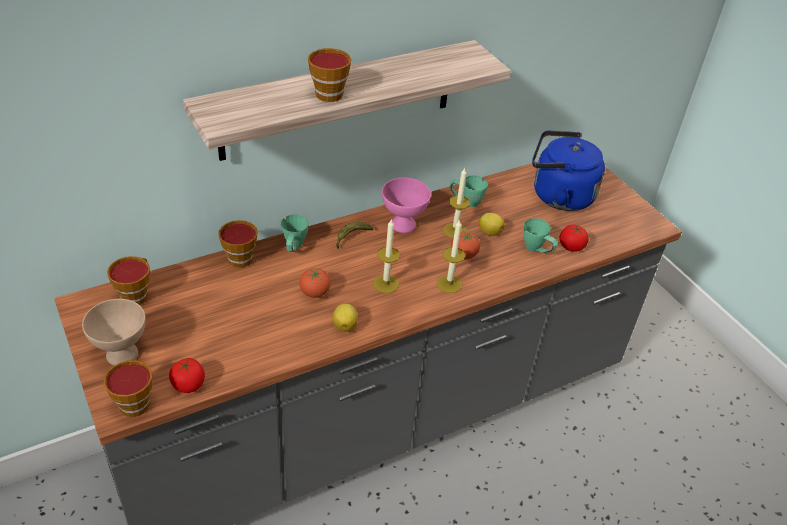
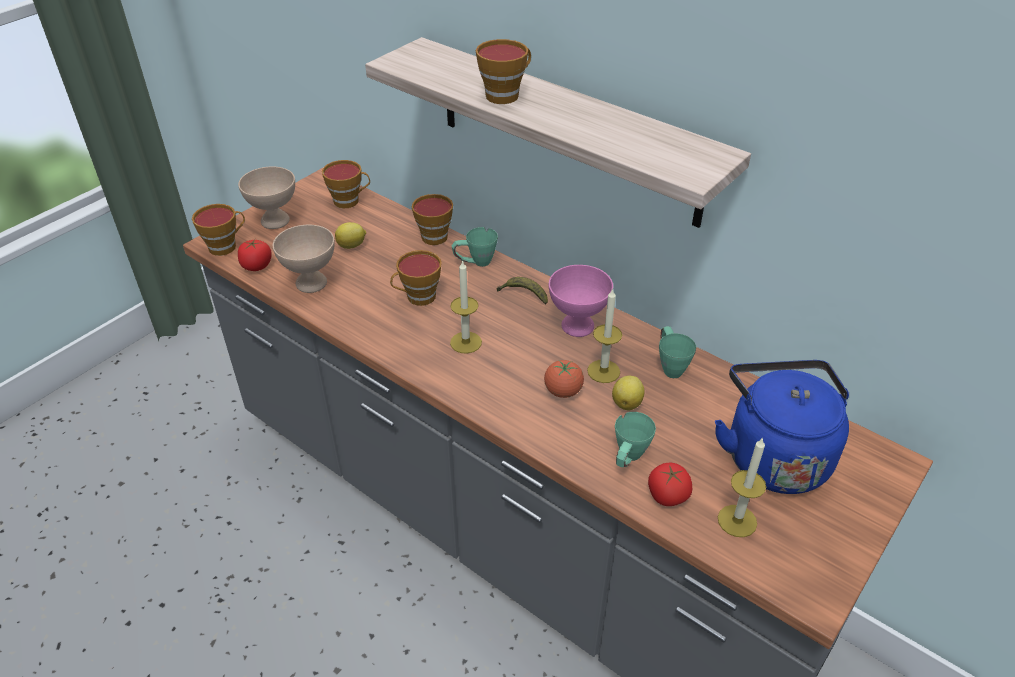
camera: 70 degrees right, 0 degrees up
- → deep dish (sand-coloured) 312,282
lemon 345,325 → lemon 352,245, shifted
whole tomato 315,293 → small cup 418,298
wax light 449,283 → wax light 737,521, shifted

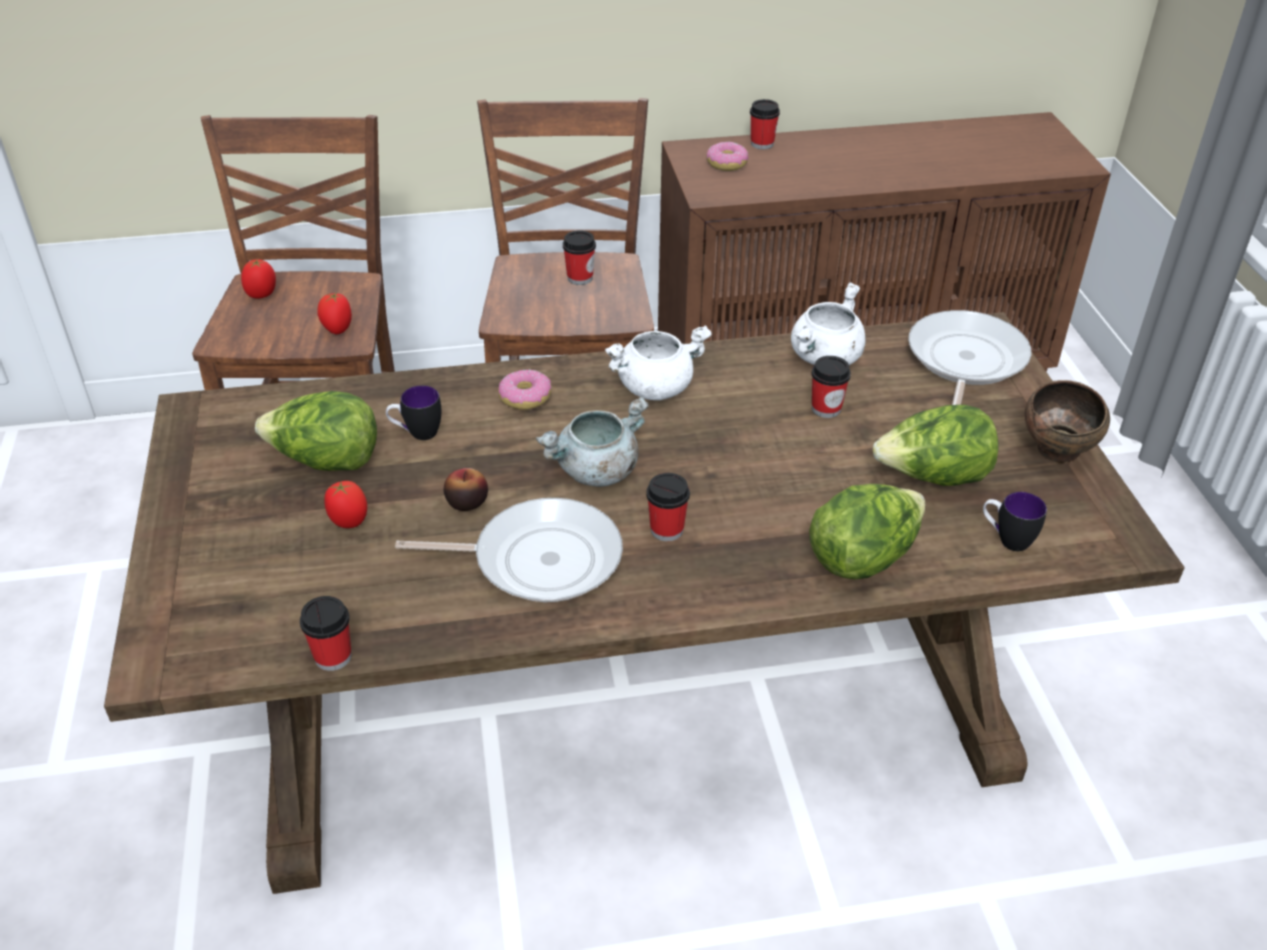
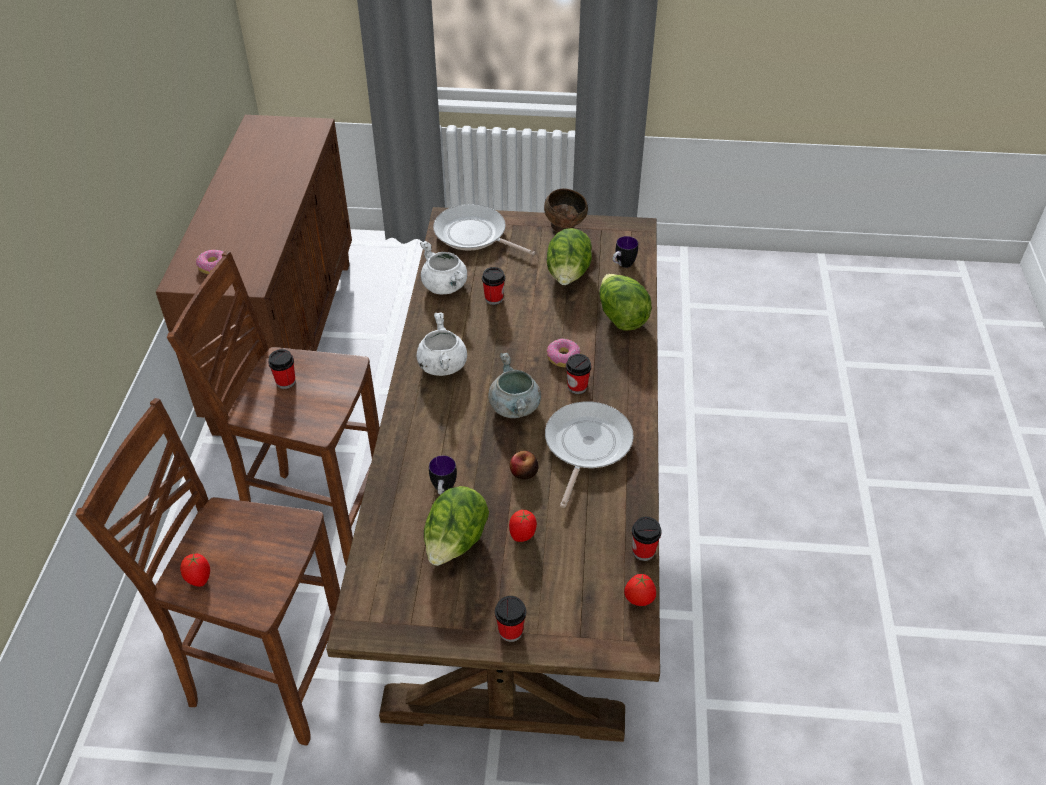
camera: 75 degrees left, 5 degrees up
small cup 762,144 → small cup 510,631, shifted
doughnut 525,397 → doughnut 563,357, shifted
whole tomato 337,329 → whole tomato 639,600, shifted

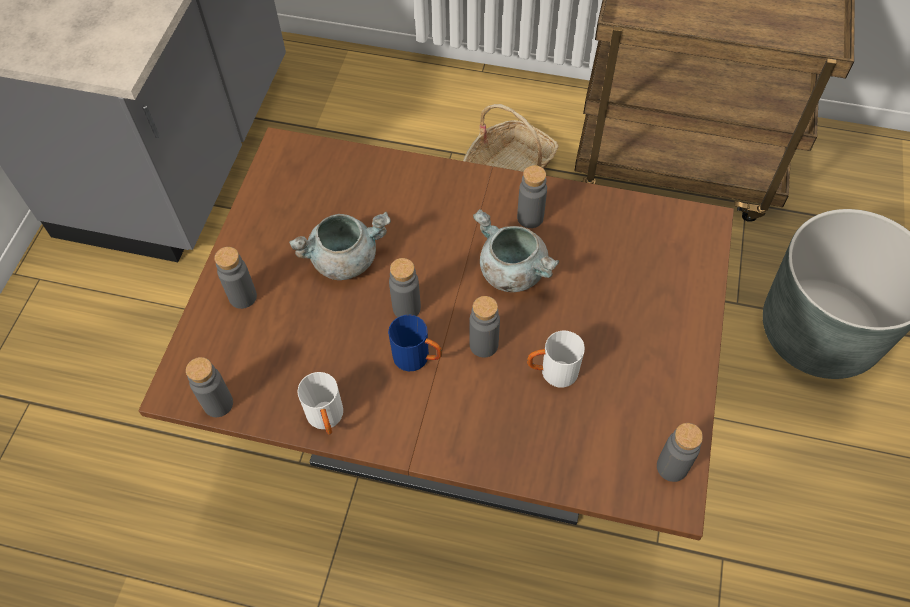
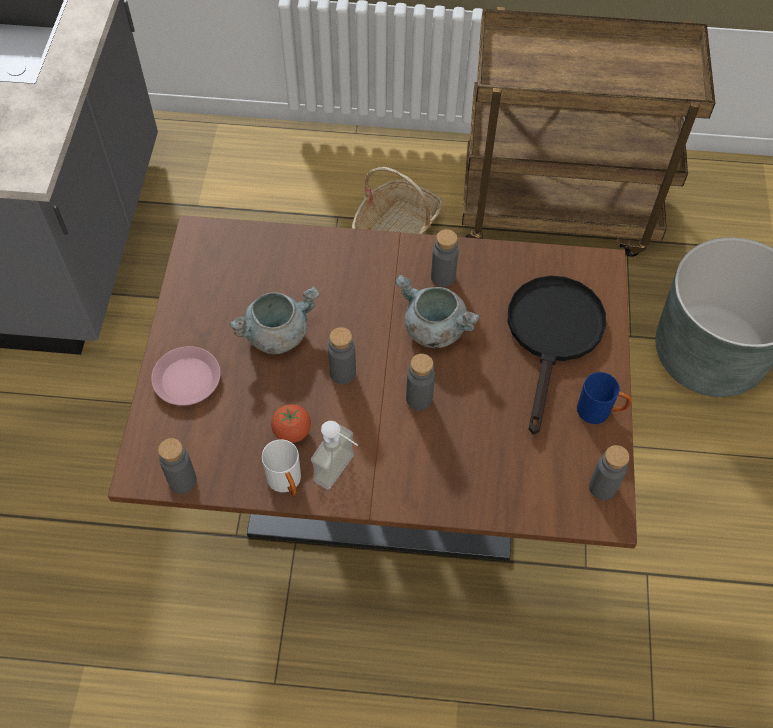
camera: 10 degrees left, 0 degrees up
bottle (grey) 243,297 → plate (pink-coloured) 187,379
- → whole tomato 292,432
- → soap dispenser 342,473
- → skillet (blackish) 553,336
coffee mug (bluish) 418,358 → coffee mug (bluish) 600,411, shifted
coffee mug (white-coloured) 552,372 → -

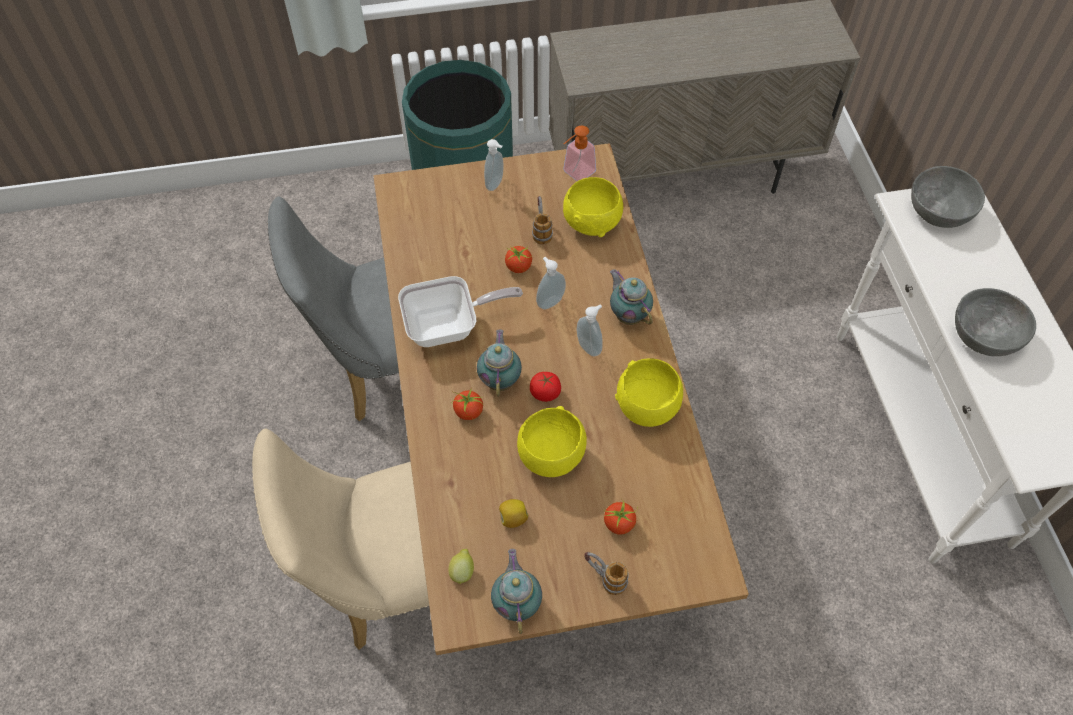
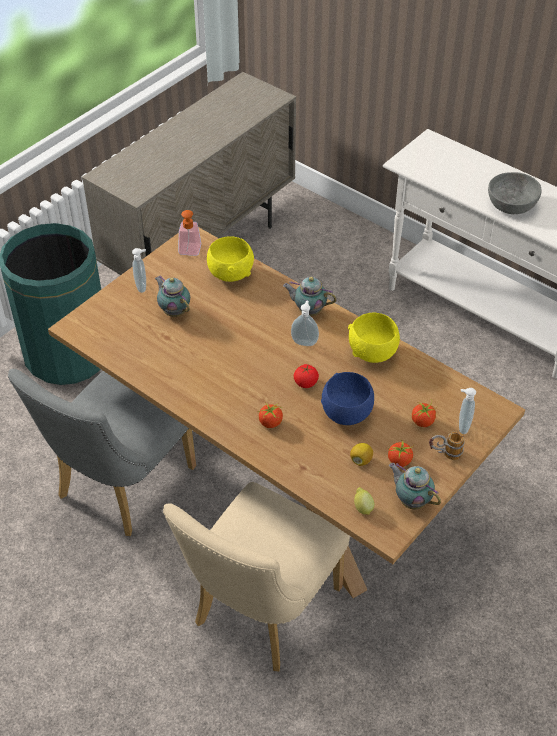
camera: 40 degrees left, 10 degrees down
teapot 500,379 → teapot 174,311, shifted
deep dish (yellowish) 551,457 → deep dish (bluish) 347,414
whole tomato 519,267 → whole tomato 399,461, shifted
soap dispenser 549,301 → soap dispenser 462,426, shifted
skillet 449,327 → -
coffee mug 541,230 → -
deep dish (grey) 939,210 → -

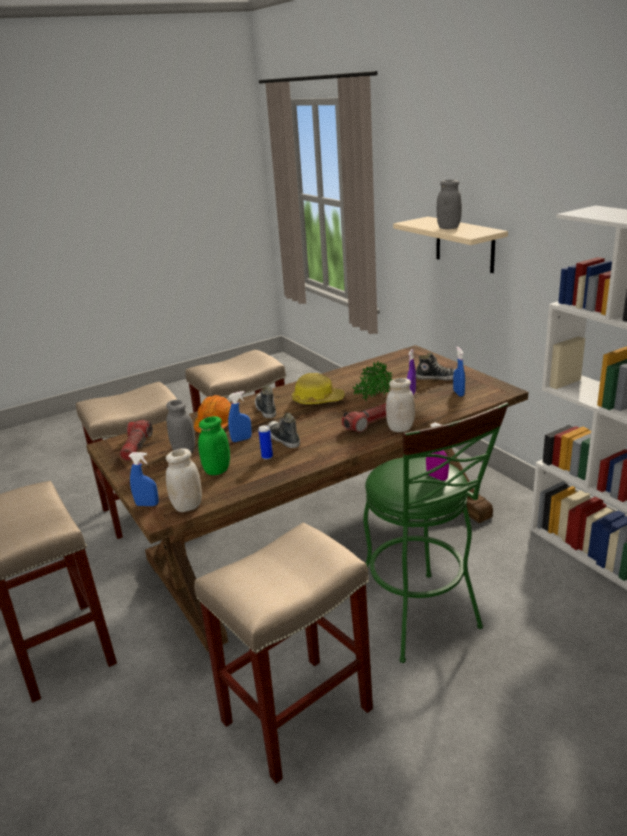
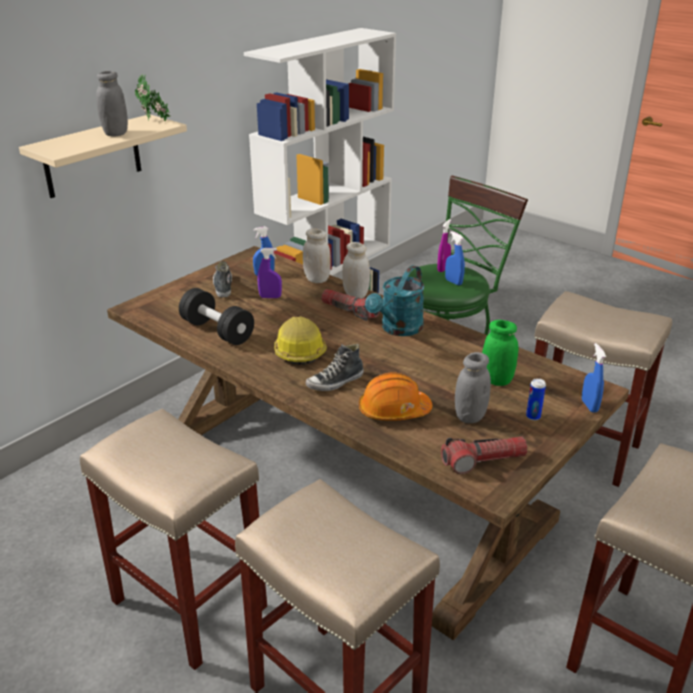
camera: 110 degrees left, 5 degrees up
houseplant 372,398 → houseplant 154,121, shifted
- → free weight (blackish) 217,331
preserve jar (white-coloured) 187,506 → preserve jar (white-coloured) 317,279, shifted
- → sprinkling can (turquoise-coloured) 398,329
hand sprayer (bluish) 241,439 → hand sprayer (bluish) 453,282, shifted
sealed can 267,457 → sealed can 533,416, shifted
low shoe 283,439 → -

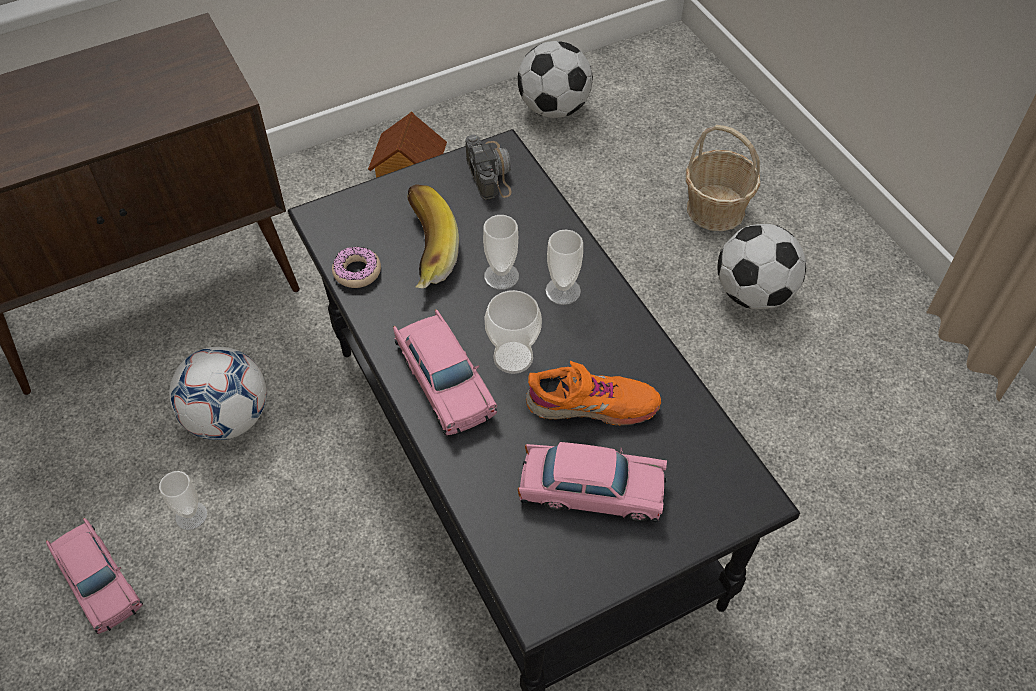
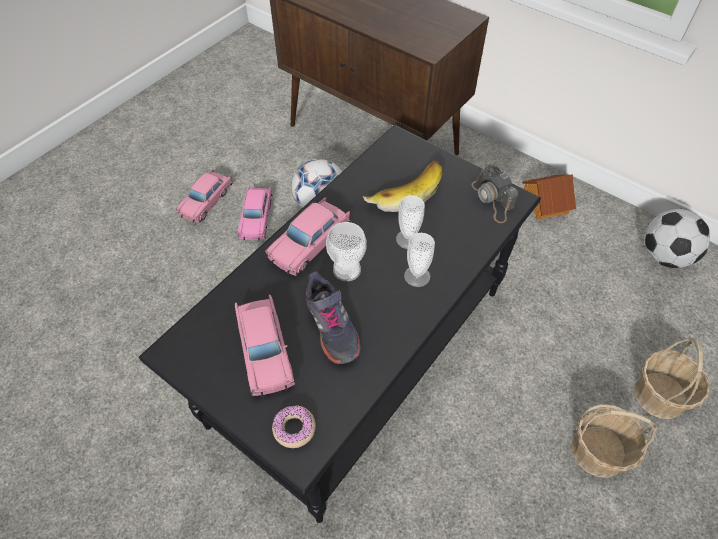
camera: 65 degrees right, 0 degrees up
small cup 191,515 → model car (pink-coloured) 256,218
doughnut 357,272 → doughnut 294,428, shifted
low shoe (orangey) 592,405 → low shoe (grey) 331,327
photo camera 490,170 → photo camera 493,199, 105 degrees clockwise
football ball 753,293 → storage basket 598,451

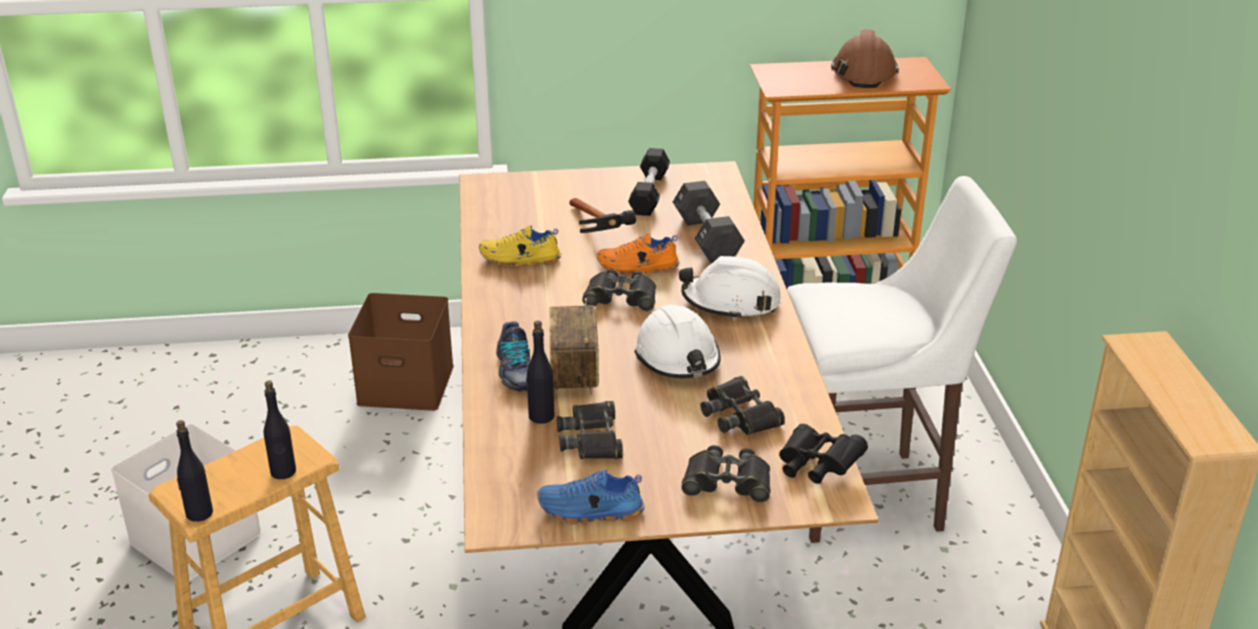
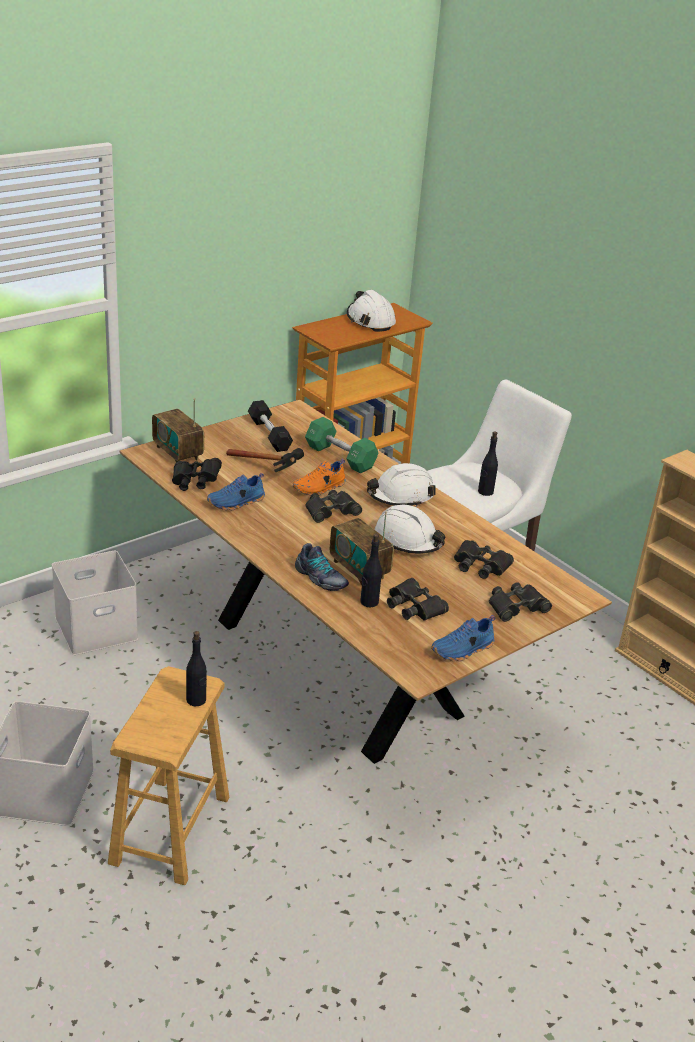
camera: 35 degrees left, 0 degrees up
storage bin (brown) 408,384 → storage bin (white-coloured) 97,627
- → radio set 178,453
pair of binoculars (blackish) 816,467 → pair of binoculars (blackish) 195,483, shifted
low shoe (yellowish) 520,260 → low shoe (bluish) 236,503
free weight (blackish) 707,238 → free weight (greenish) 340,457
safety helmet (brown) 863,73 → safety helmet (white-coloured) 370,320
bottle (blackish) 199,513 → bottle (blackish) 485,492, shifted

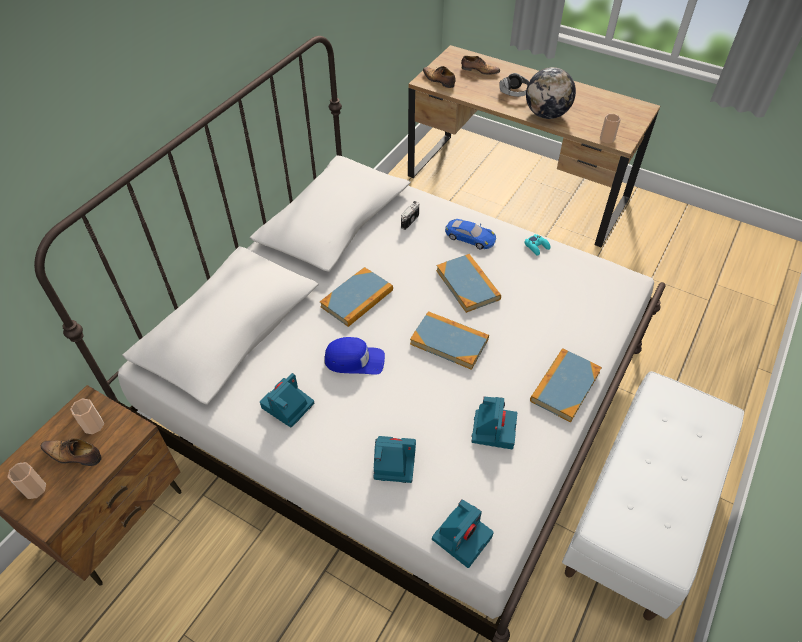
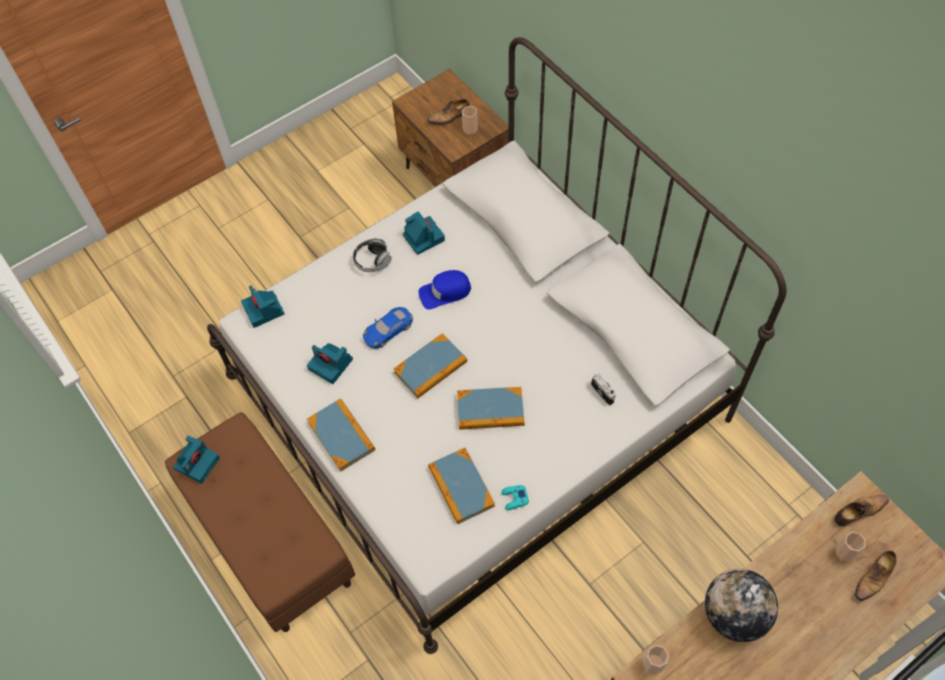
camera: 115 degrees right, 10 degrees up
indoor bench (white-coloured) 638,511 → indoor bench (brown) 272,538
photo camera 393,462 → photo camera 197,462, shifted
pair of headphones 514,93 → pair of headphones 372,261, shifted
model car (bluish) 470,237 → model car (bluish) 388,330, shifted
peaked cap (bluish) 354,360 → peaked cap (bluish) 445,292, 45 degrees clockwise
low shoe 74,455 → low shoe 450,117, 150 degrees counterclockwise
book 357,299 → book 461,487, shifted
small cup 35,489 → small cup 845,552, shifted

